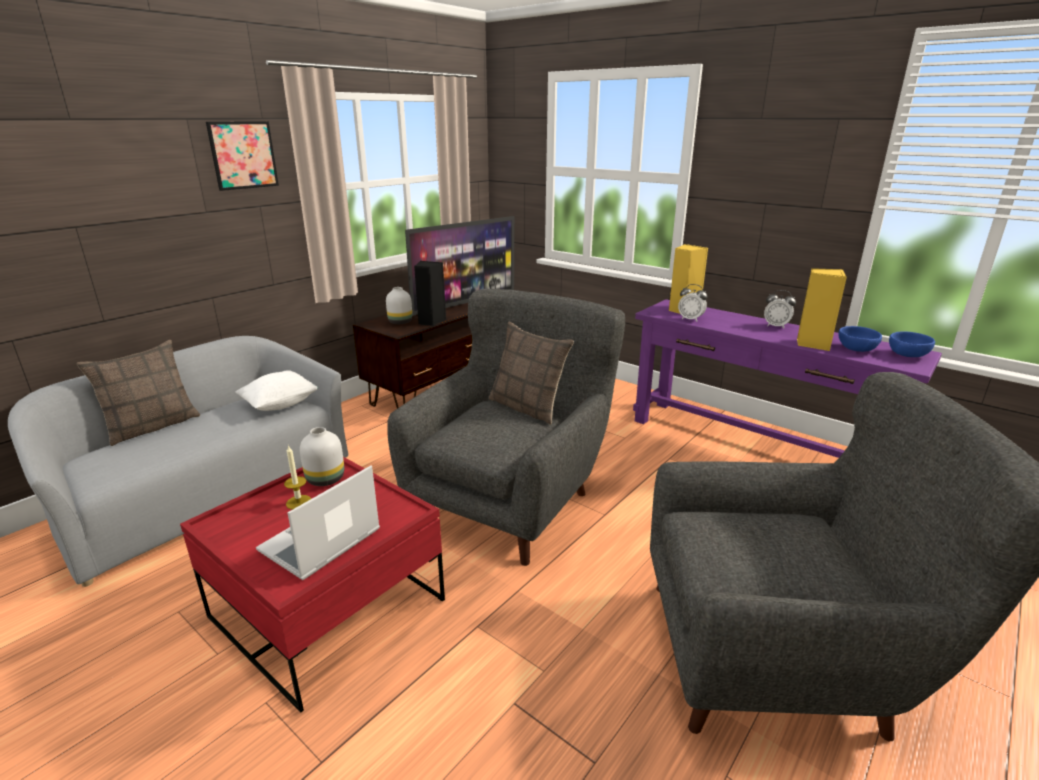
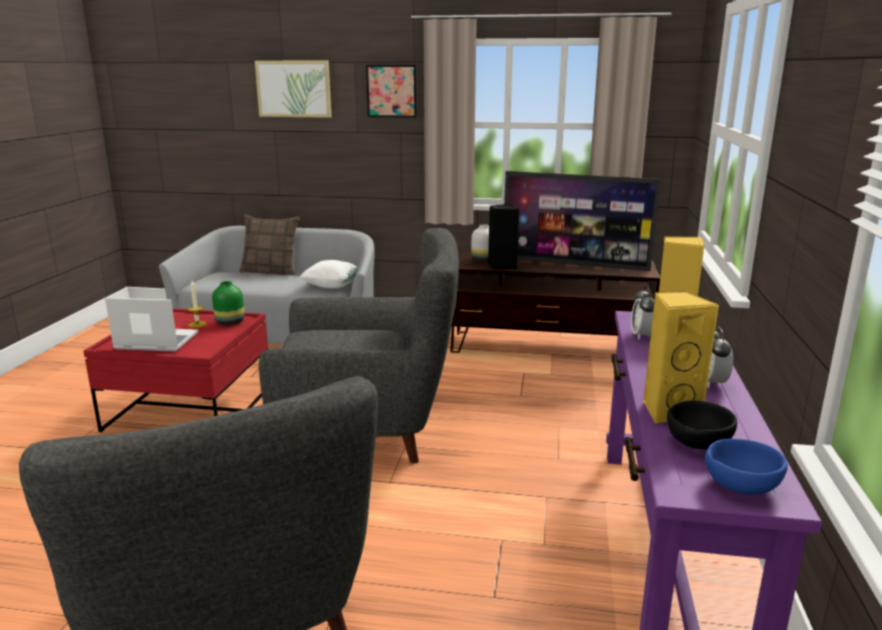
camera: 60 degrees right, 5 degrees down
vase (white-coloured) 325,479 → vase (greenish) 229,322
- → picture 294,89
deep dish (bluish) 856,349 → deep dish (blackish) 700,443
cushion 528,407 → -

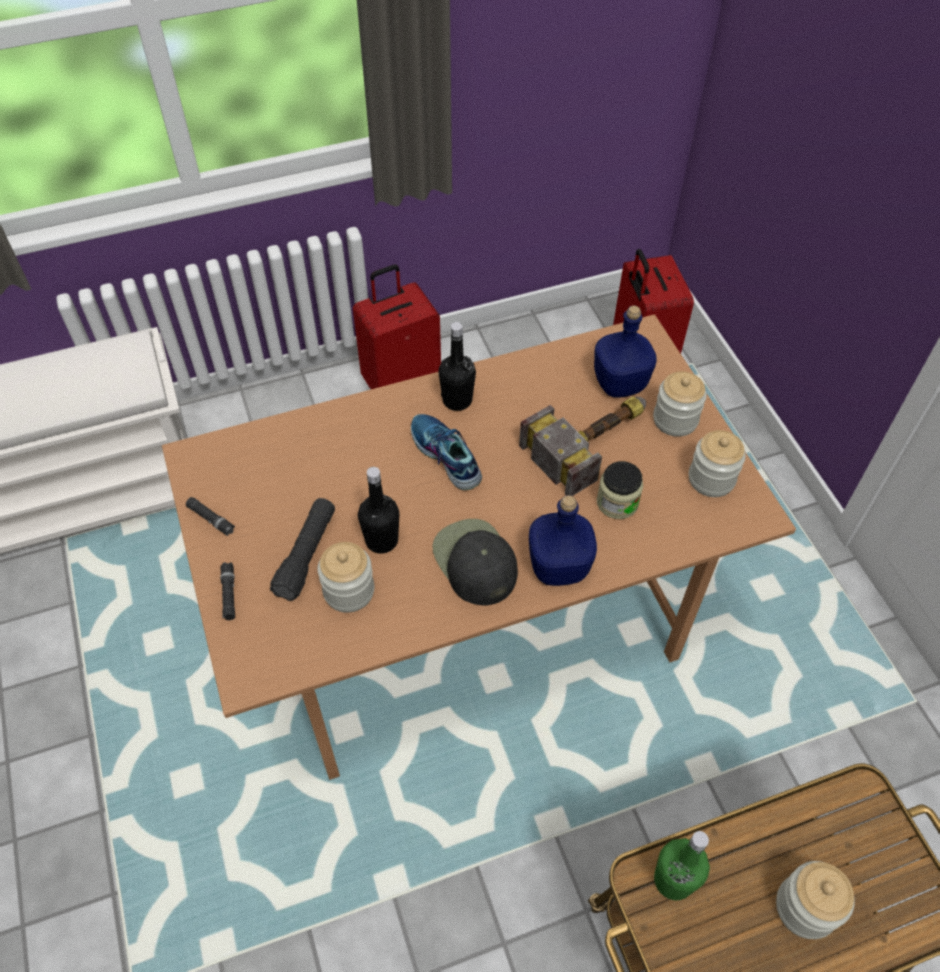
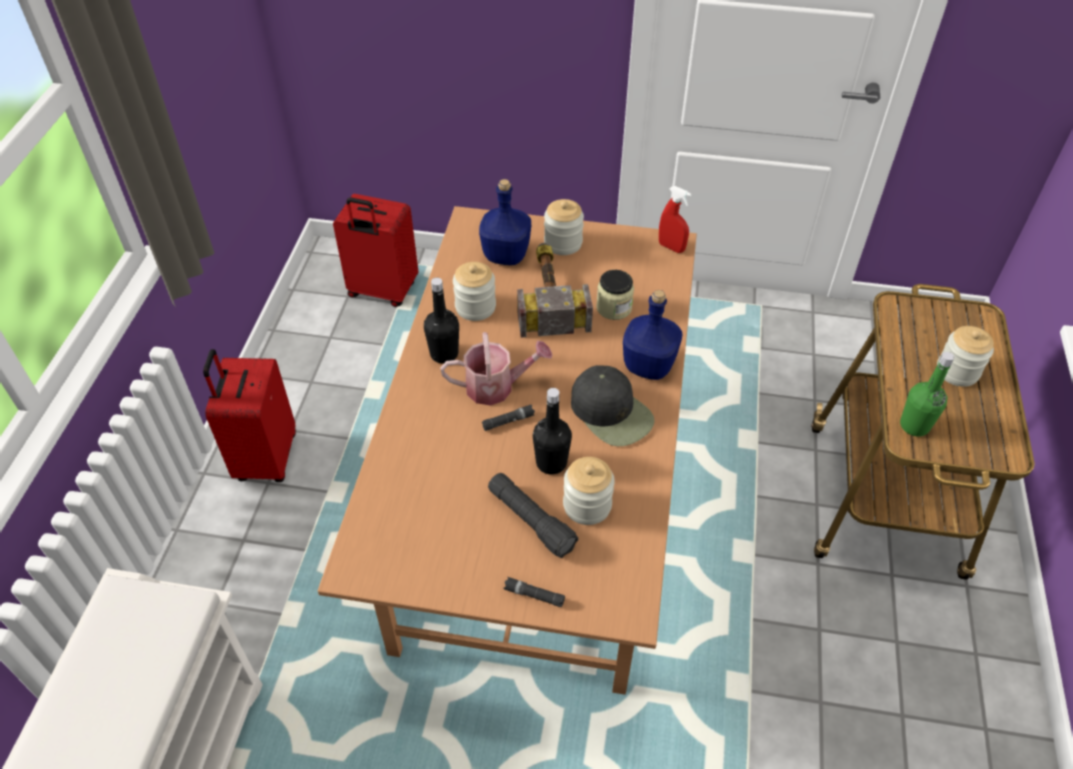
camera: 60 degrees left, 5 degrees down
low shoe 445,457 → sprinkling can 496,386
preserve jar 711,479 → preserve jar 475,307, shifted
flashlight (blackish) 211,519 → flashlight (blackish) 508,421, shifted
peaked cap (blackish) 474,562 → peaked cap (blackish) 612,412, 135 degrees counterclockwise
- → hand sprayer (reddish) 671,247

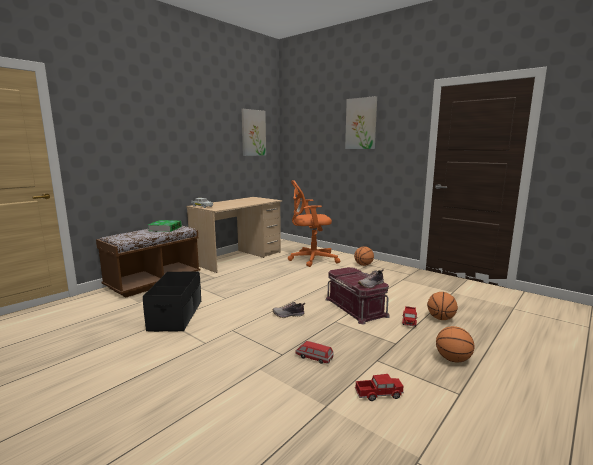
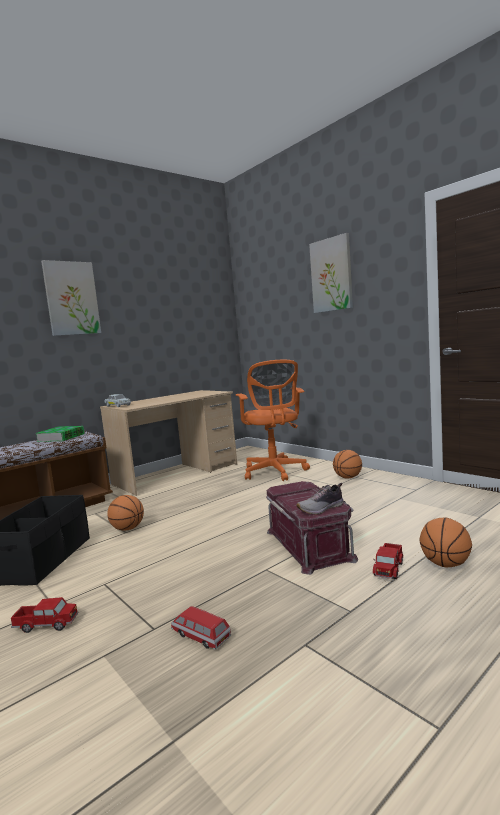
camera: 10 degrees right, 5 degrees down
toy lorry 378,394 → toy lorry 46,624, shifted
picture 253,133 → picture 71,298, shifted
basketball 453,359 → basketball 128,529, shifted
computer chair (orangey) 311,259 → computer chair (orangey) 275,472, 105 degrees counterclockwise
low shoe 289,315 → -

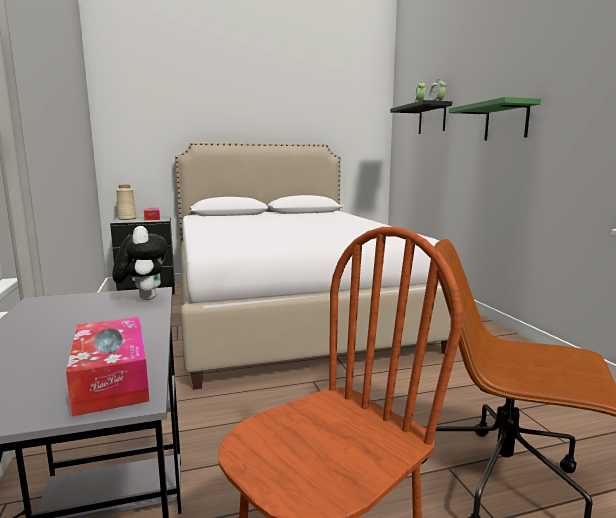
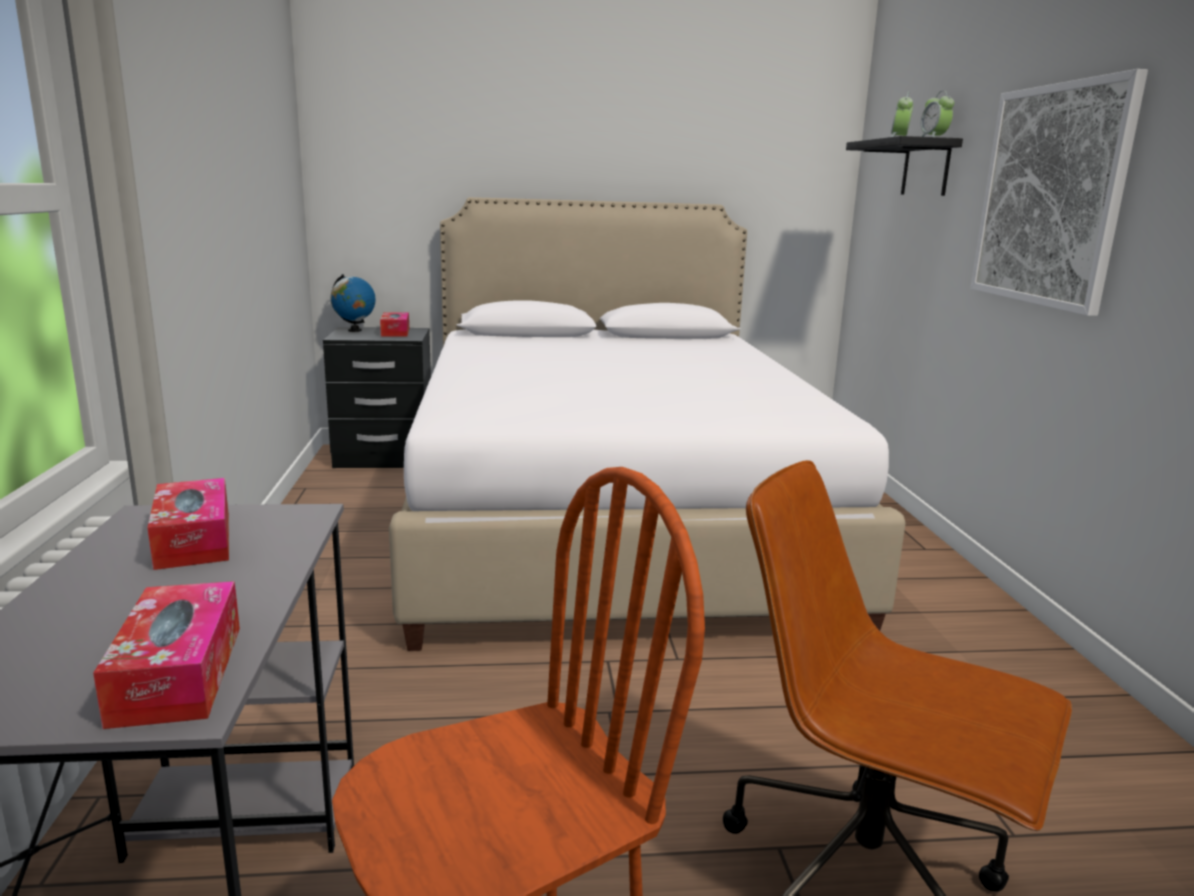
camera: 10 degrees right, 5 degrees up
- → box of tissues 193,540
vase (sand-coloured) 127,218 → globe 354,330
shelf (greenish) 506,121 → picture 1050,195
plush toy 144,298 → -

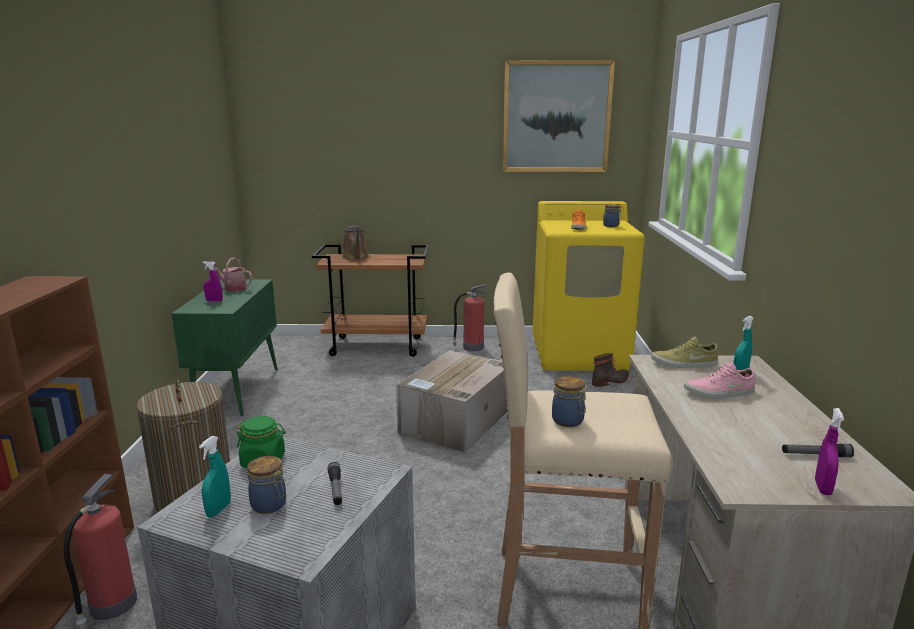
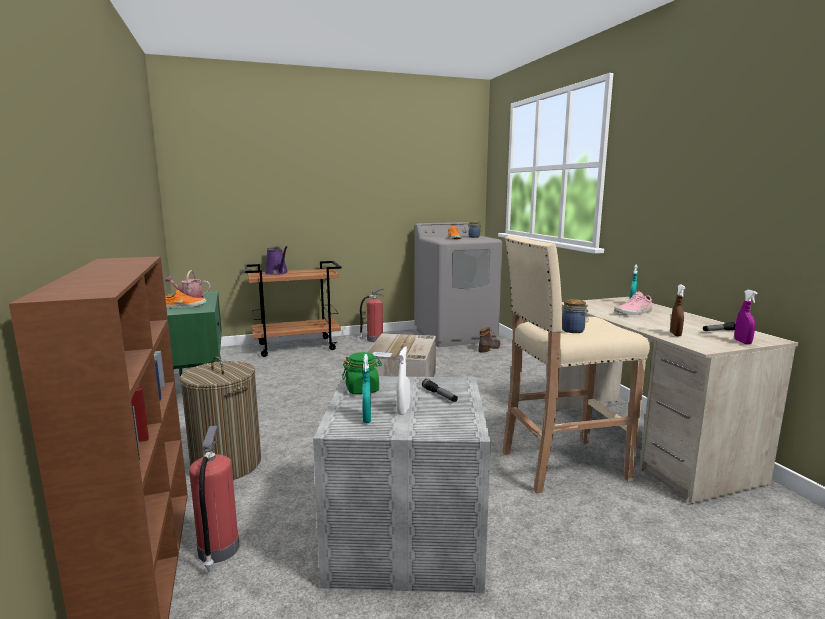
camera: 20 degrees left, 5 degrees down
hand sprayer (purple) 214,301 → low shoe (orangey) 185,306
sprinkling can (brown) 356,257 → sprinkling can (purple) 277,273
preserve jar 270,505 → hand sprayer (white-coloured) 403,410
washing machine (yellowish) 580,354 → washing machine (grey) 455,335
- → hand sprayer (brown) 675,334
picture 556,117 → -
low shoe (sand-coloured) 684,364 → -

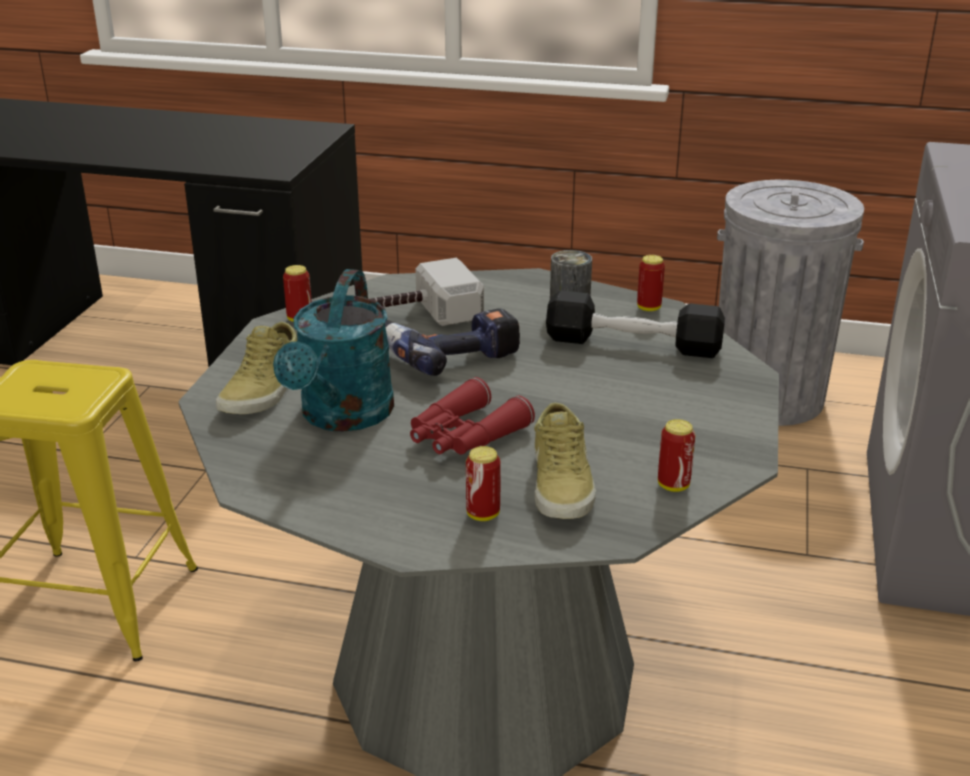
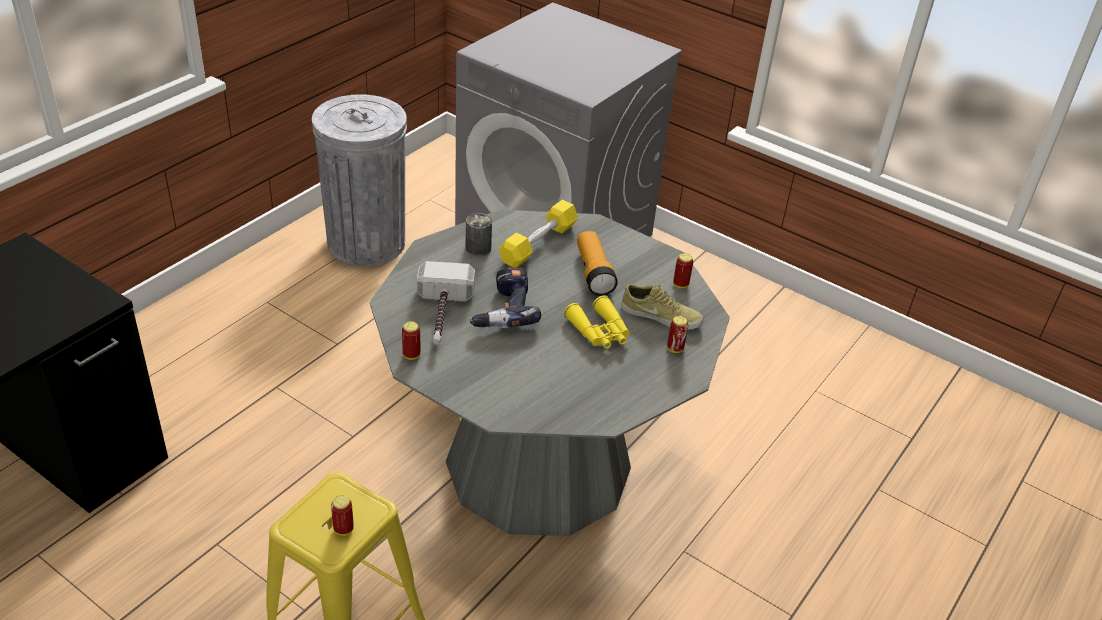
camera: 70 degrees left, 10 degrees up
sealed can 648,308 → sealed can 343,529, shifted
free weight (blackish) 633,344 → free weight (yellowish) 538,244
pair of binoculars (reddish) 464,436 → pair of binoculars (yellowish) 599,332
- → flashlight 593,273
low shoe (sand-coloured) 264,389 → -
sprinkling can (turquoise-coloured) 342,417 → -

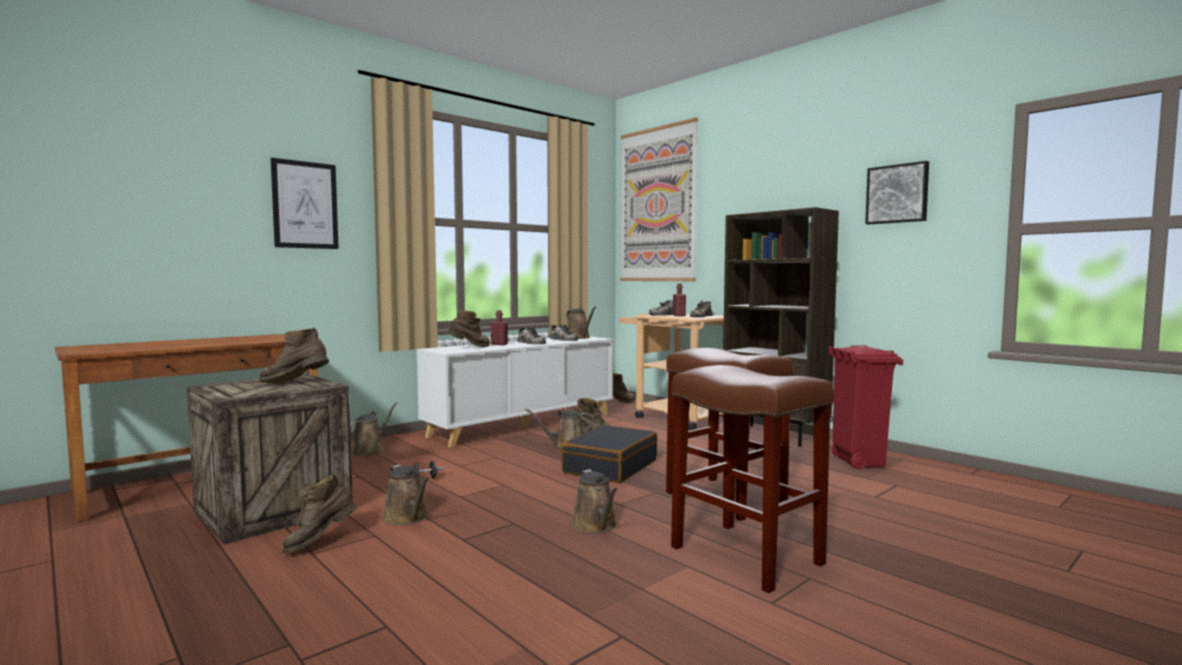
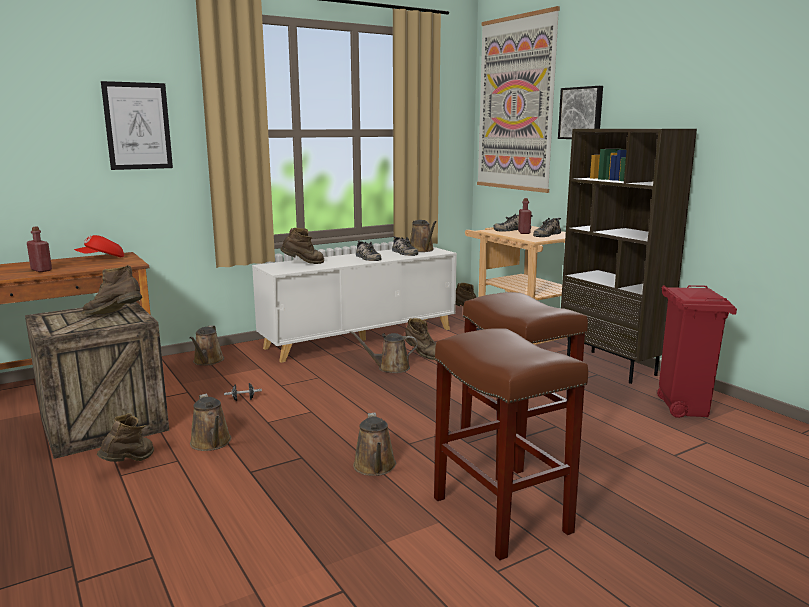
camera: 10 degrees right, 10 degrees up
bottle (reddish) 499,344 → bottle (reddish) 41,270, shifted
- → peaked cap (reddish) 101,259
boot (brown) 320,542 → boot (brown) 130,464, 150 degrees clockwise
sprinkling can (brown) 369,450 → sprinkling can (brown) 207,361, 150 degrees clockwise
picture 897,194 → picture 581,113, shifted
suitcase (blackish) 610,467 → -

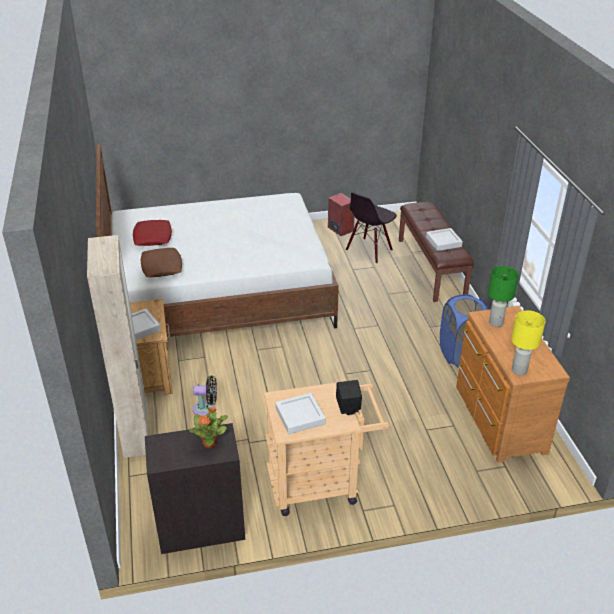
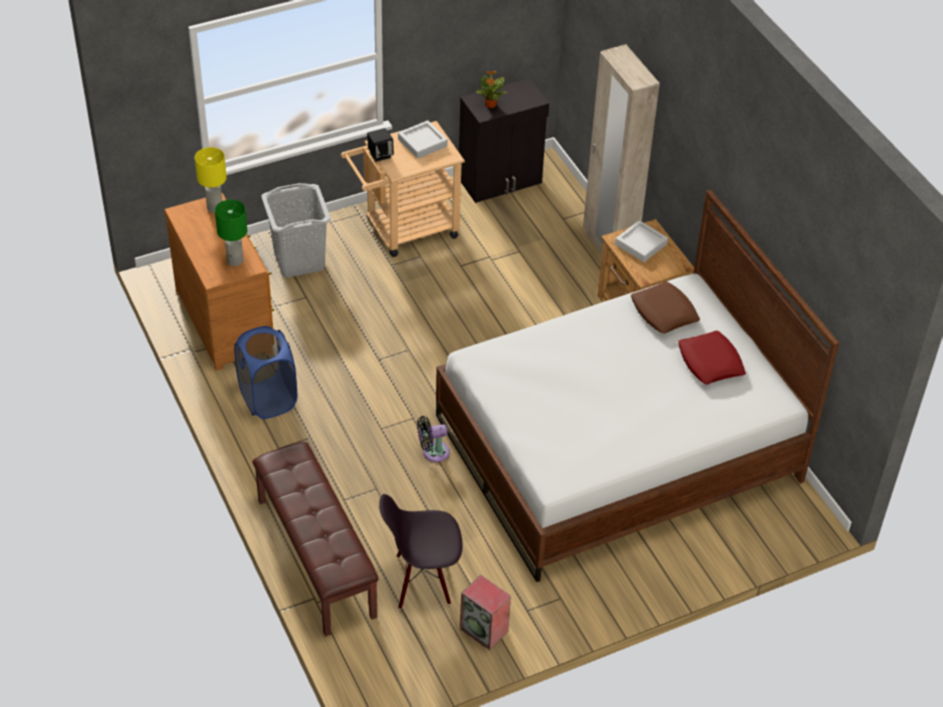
camera: 165 degrees right, 10 degrees up
- → washing basket (grey) 299,260
chair (blackish) 369,250 → chair (blackish) 422,581, 120 degrees counterclockwise
cooling fan (blackish) 206,409 → cooling fan (blackish) 433,452, shifted
tray (grey) 443,242 → -

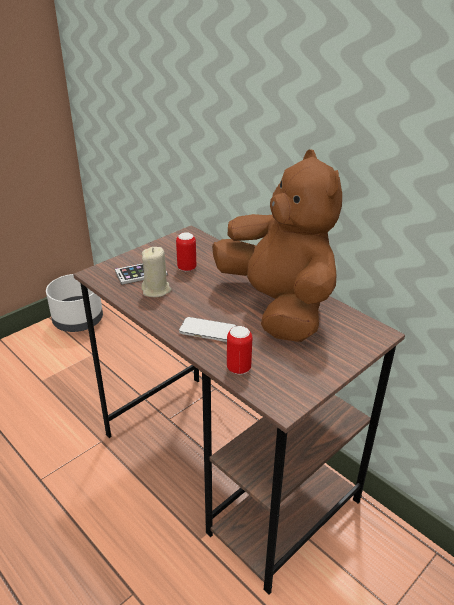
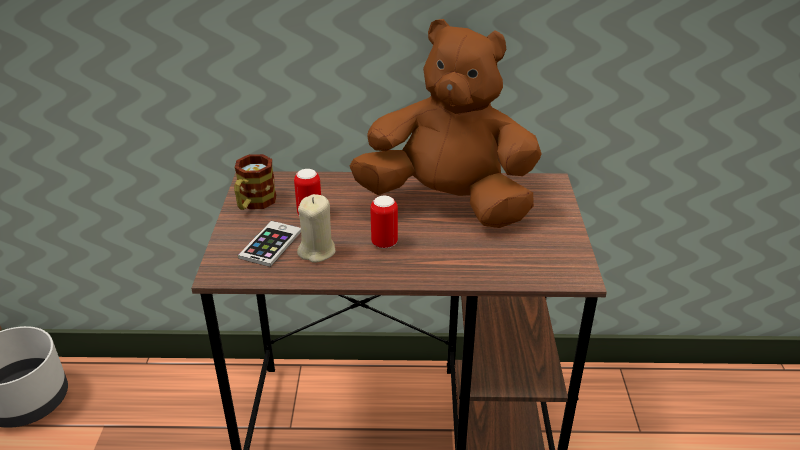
camera: 45 degrees left, 0 degrees up
- → coffee mug 254,203
sealed can 238,368 → sealed can 384,243, shifted
phone 208,331 → -

